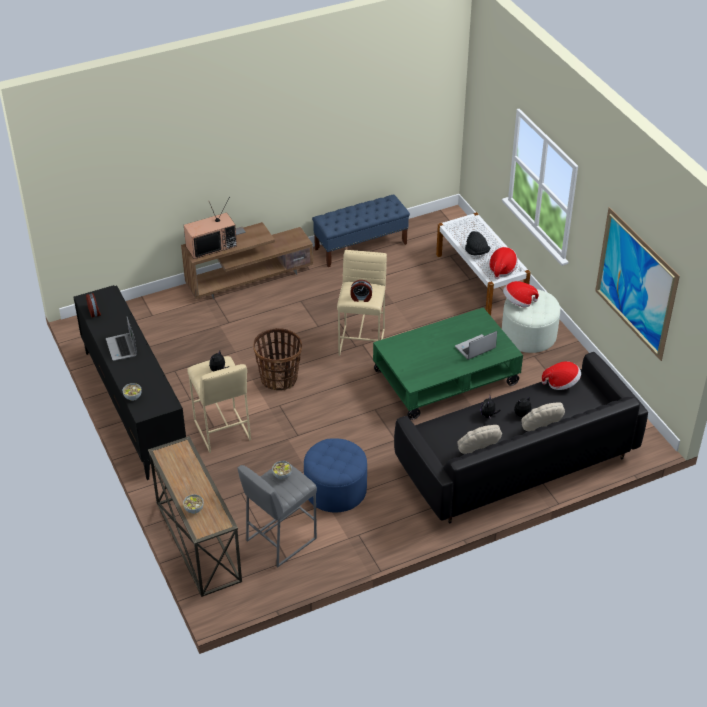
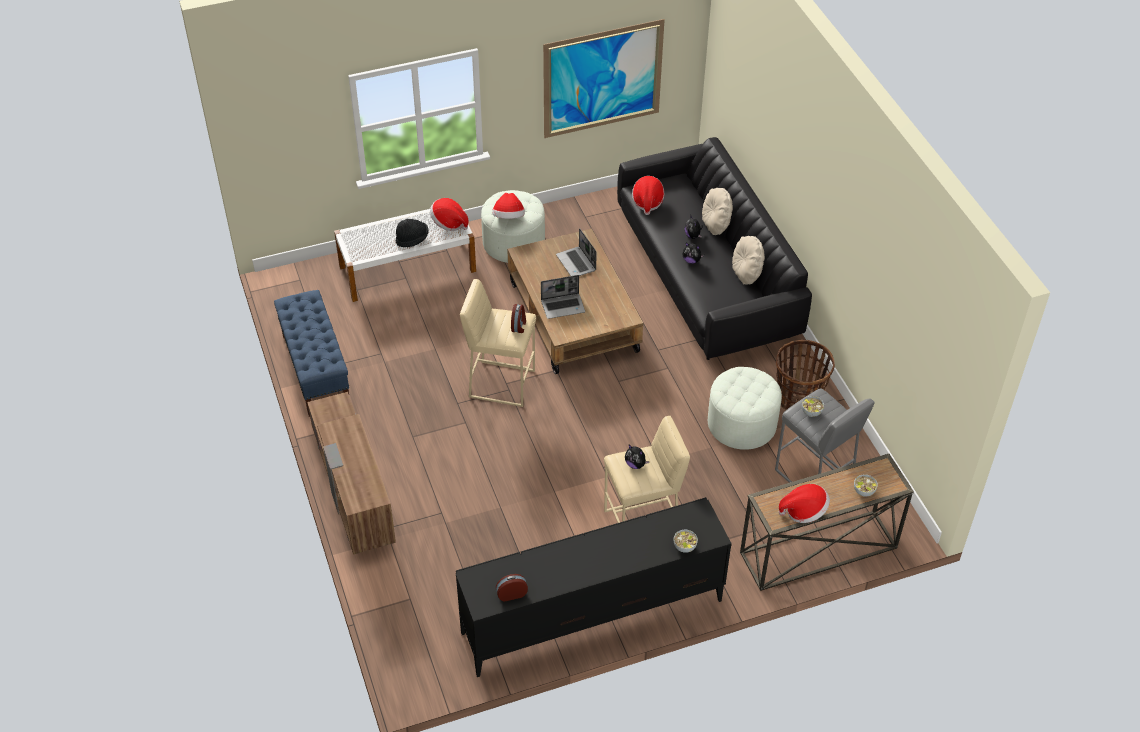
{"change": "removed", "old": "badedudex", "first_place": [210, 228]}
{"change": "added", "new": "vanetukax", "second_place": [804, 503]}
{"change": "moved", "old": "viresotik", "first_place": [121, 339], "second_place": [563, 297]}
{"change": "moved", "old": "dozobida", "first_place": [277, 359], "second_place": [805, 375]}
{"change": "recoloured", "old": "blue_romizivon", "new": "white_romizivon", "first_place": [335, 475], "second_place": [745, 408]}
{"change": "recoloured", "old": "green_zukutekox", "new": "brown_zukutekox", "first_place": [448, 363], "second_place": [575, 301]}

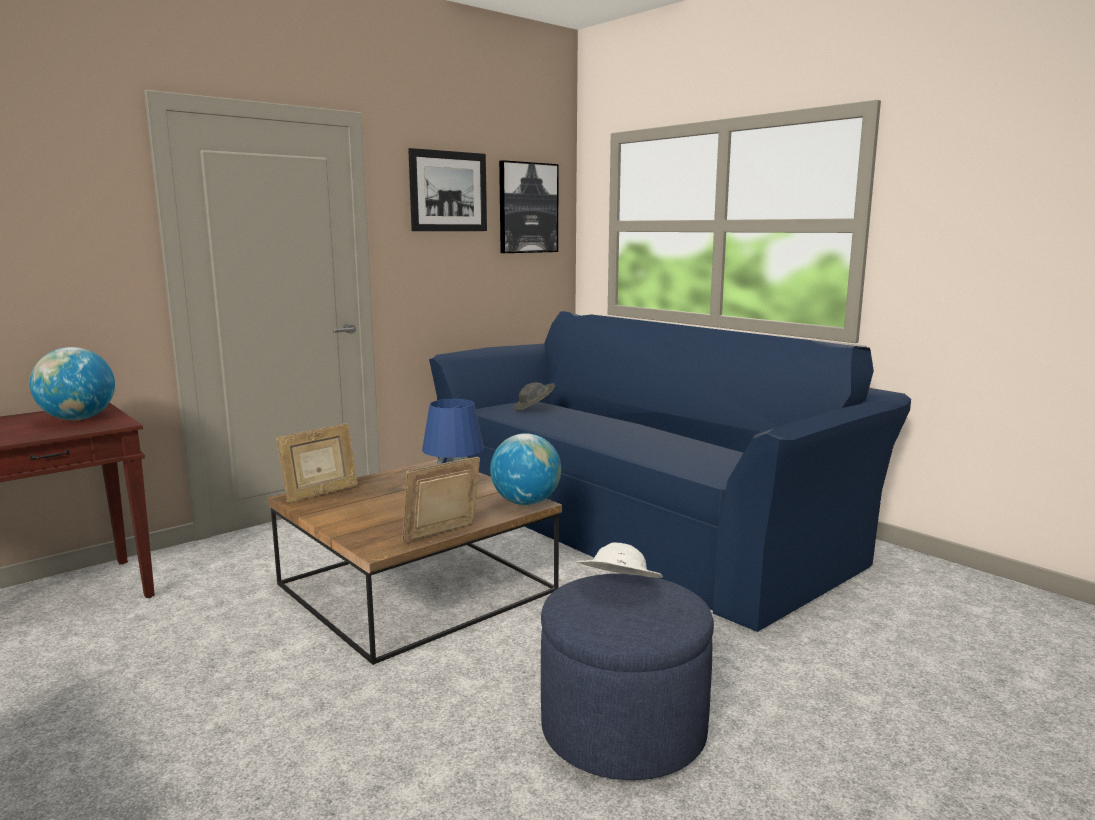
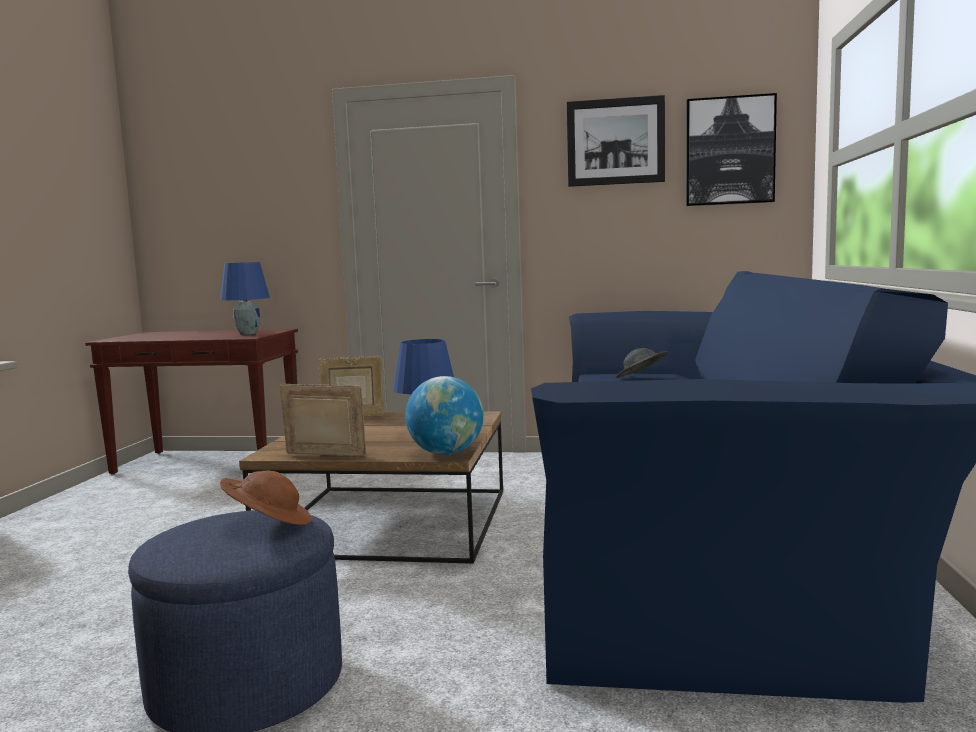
{"change": "replaced", "old": "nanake", "new": "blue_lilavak", "first_place": [72, 383], "second_place": [245, 298]}
{"change": "recoloured", "old": "white_vanetukax", "new": "brown_vanetukax", "first_place": [619, 560], "second_place": [266, 497]}

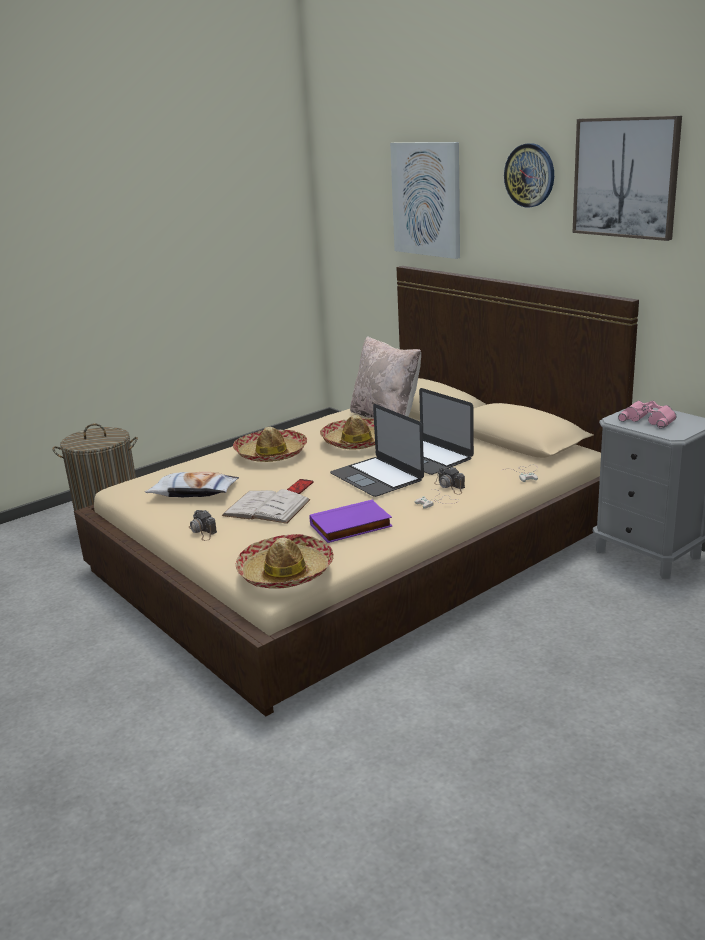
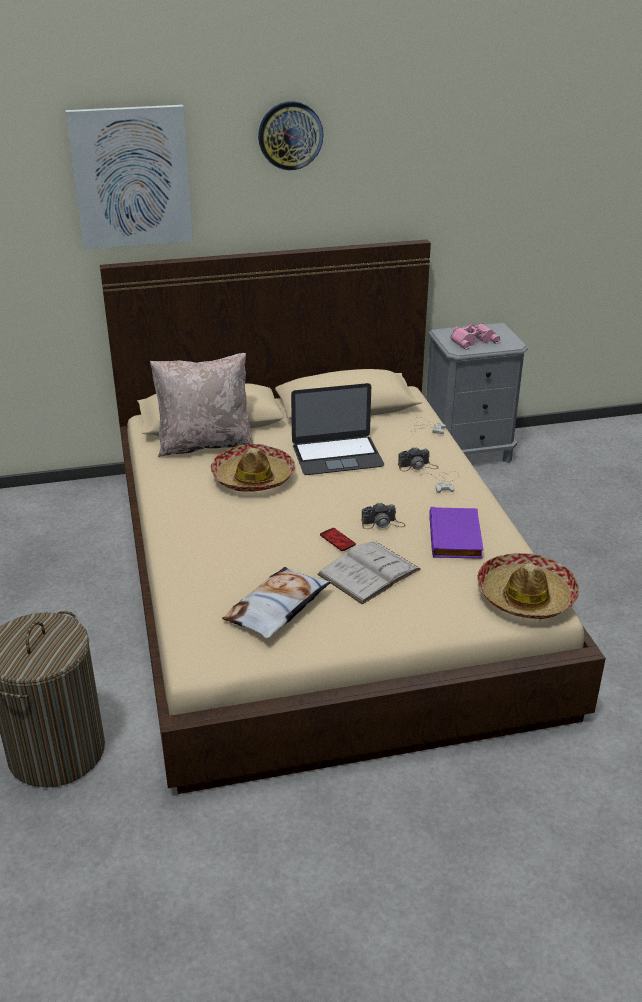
{"change": "removed", "old": "vanetukax", "first_place": [270, 444]}
{"change": "removed", "old": "viresotik", "first_place": [377, 450]}
{"change": "removed", "old": "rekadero", "first_place": [627, 178]}
{"change": "moved", "old": "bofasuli", "first_place": [203, 525], "second_place": [384, 516]}

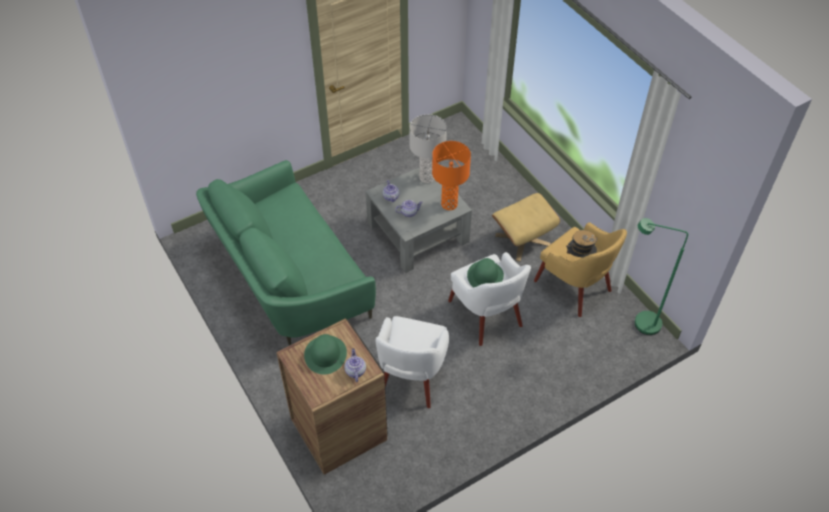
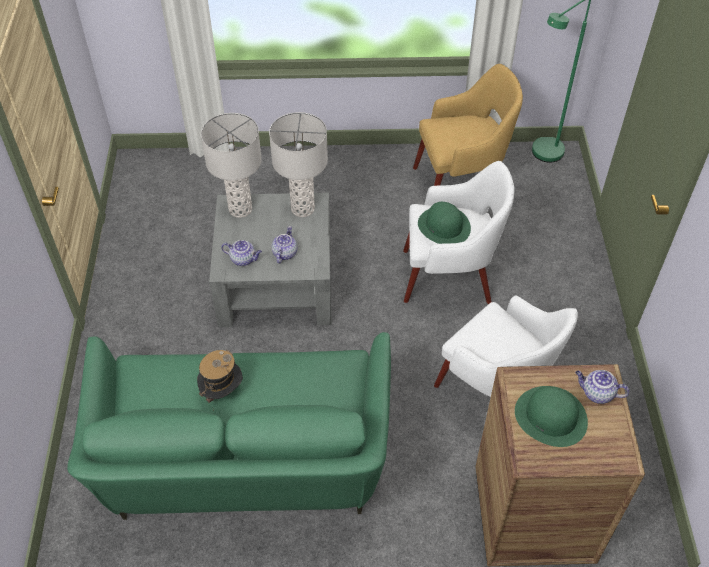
{"change": "removed", "old": "beige_romizivon", "first_place": [526, 227]}
{"change": "moved", "old": "vanetukax", "first_place": [581, 245], "second_place": [220, 380]}
{"change": "recoloured", "old": "orange_lilavak", "new": "white_lilavak", "first_place": [451, 175], "second_place": [298, 164]}

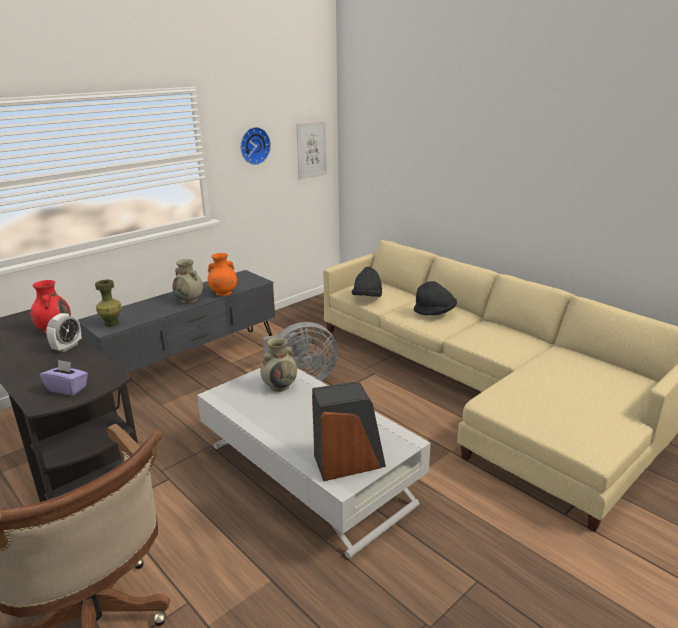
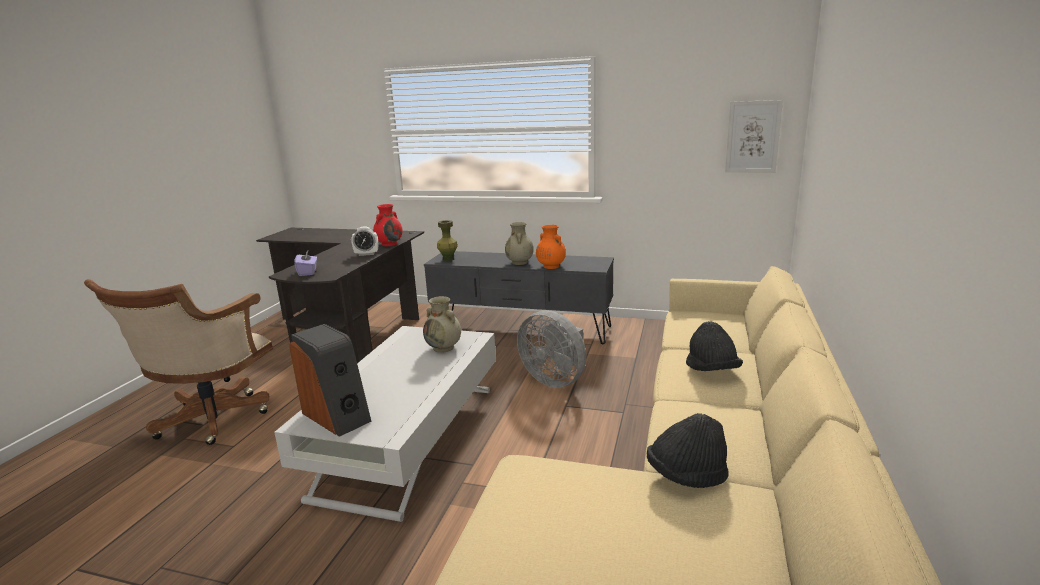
{"change": "removed", "old": "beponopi", "first_place": [255, 146]}
{"change": "moved", "old": "black_vanetukax", "first_place": [367, 282], "second_place": [688, 450]}

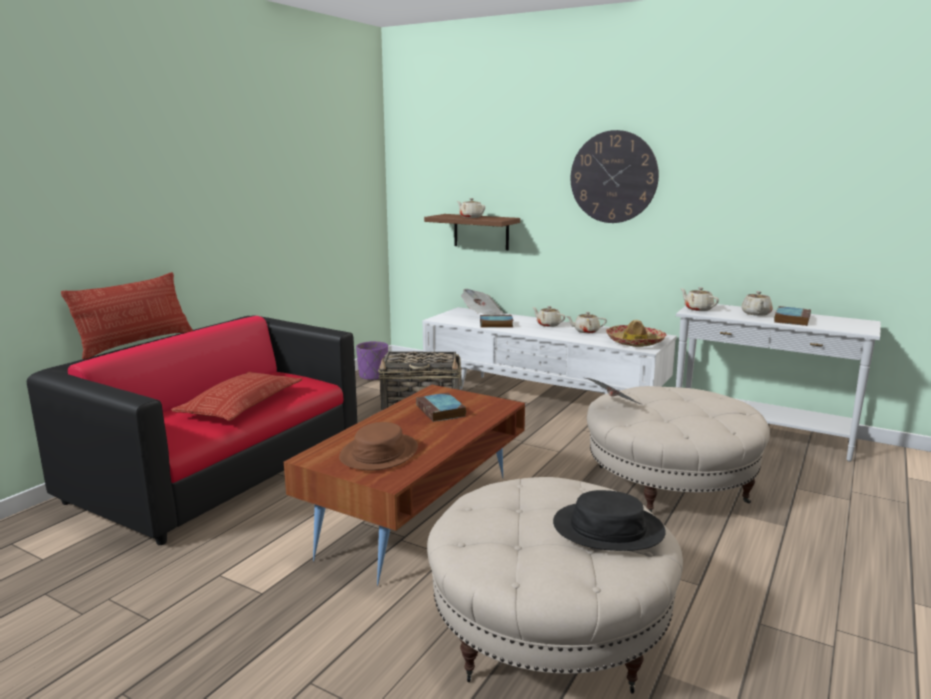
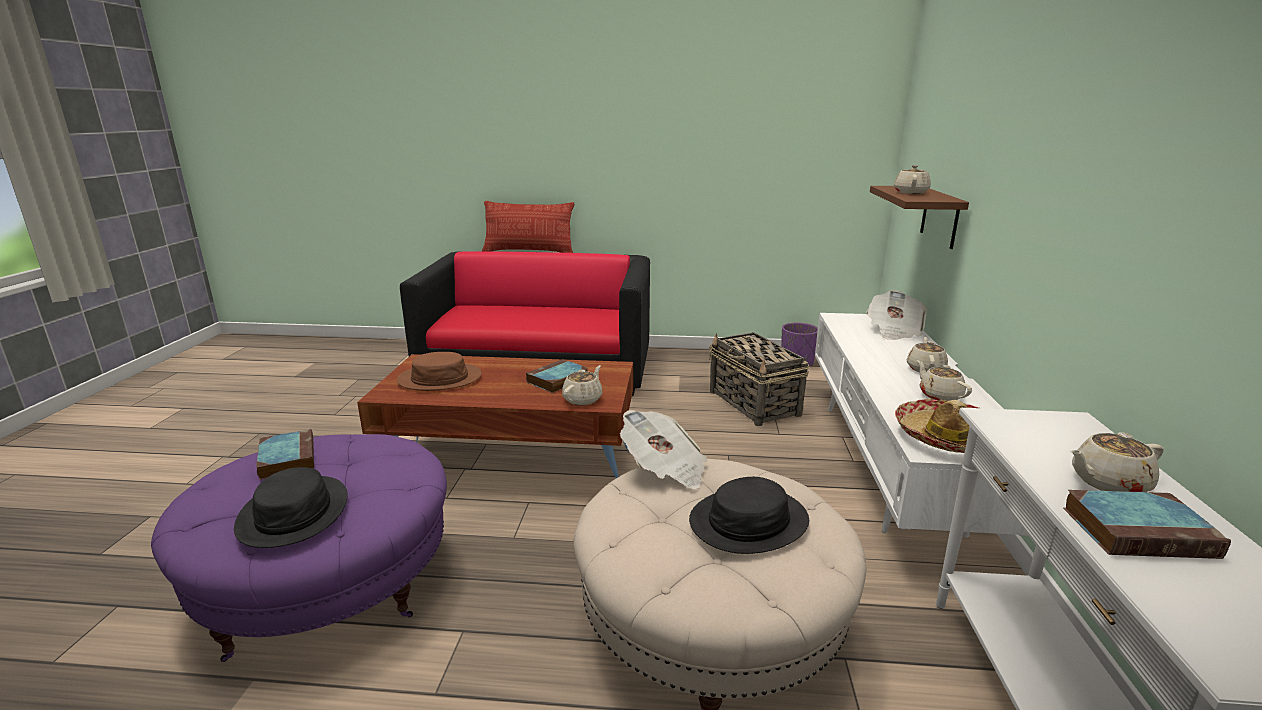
{"change": "removed", "old": "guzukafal", "first_place": [236, 396]}
{"change": "removed", "old": "beponopi", "first_place": [615, 176]}
{"change": "added", "new": "black_vanetukax", "second_place": [749, 515]}
{"change": "moved", "old": "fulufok", "first_place": [497, 321], "second_place": [285, 454]}
{"change": "moved", "old": "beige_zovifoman", "first_place": [699, 299], "second_place": [582, 385]}
{"change": "recoloured", "old": "beige_romizivon", "new": "purple_romizivon", "first_place": [555, 585], "second_place": [299, 548]}

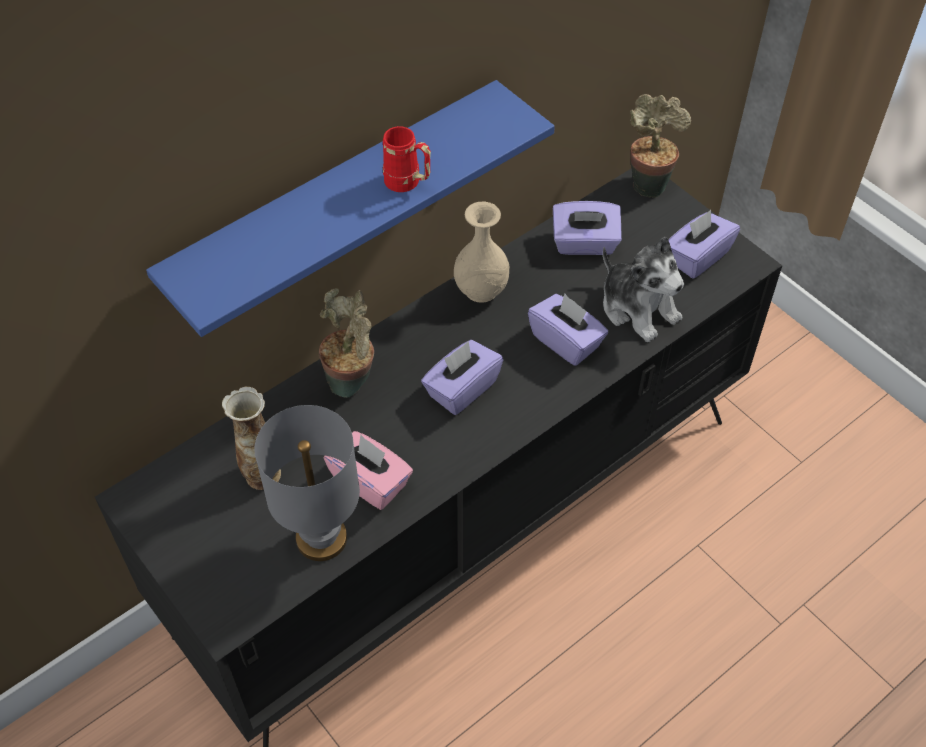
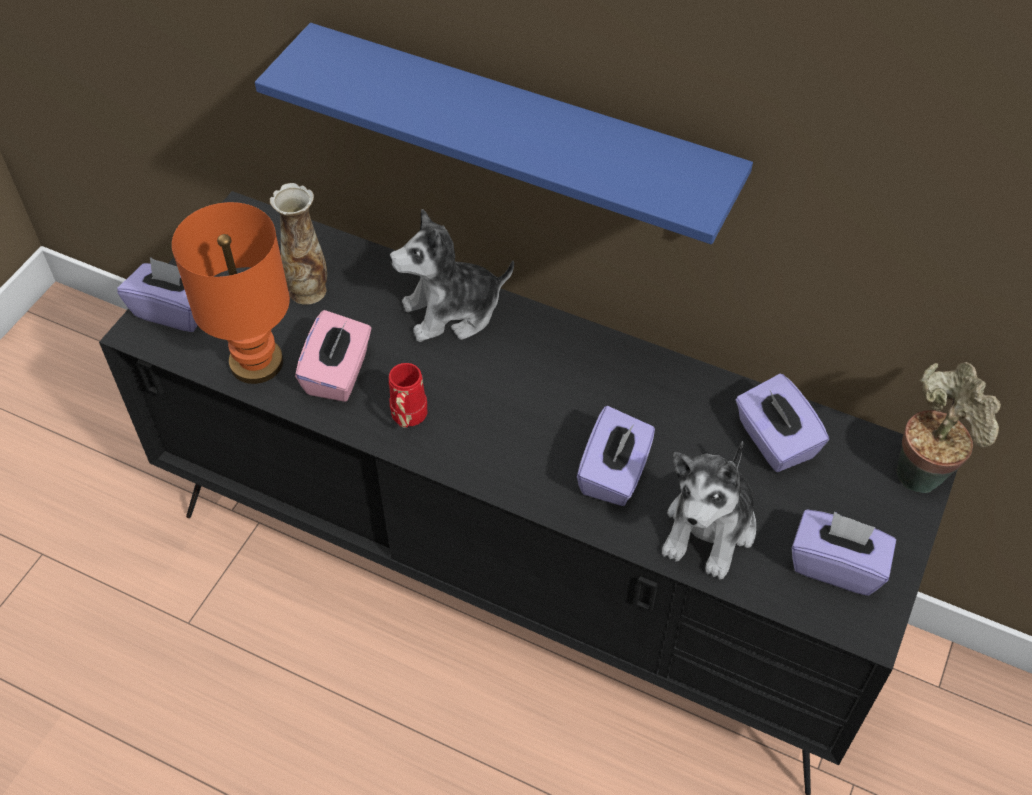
{"change": "removed", "old": "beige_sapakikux", "first_place": [482, 252]}
{"change": "moved", "old": "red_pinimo", "first_place": [407, 159], "second_place": [408, 395]}
{"change": "moved", "old": "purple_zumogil", "first_place": [462, 377], "second_place": [157, 294]}
{"change": "replaced", "old": "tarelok", "new": "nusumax", "first_place": [346, 343], "second_place": [452, 275]}
{"change": "recoloured", "old": "grey_lilavak", "new": "orange_lilavak", "first_place": [307, 483], "second_place": [231, 293]}

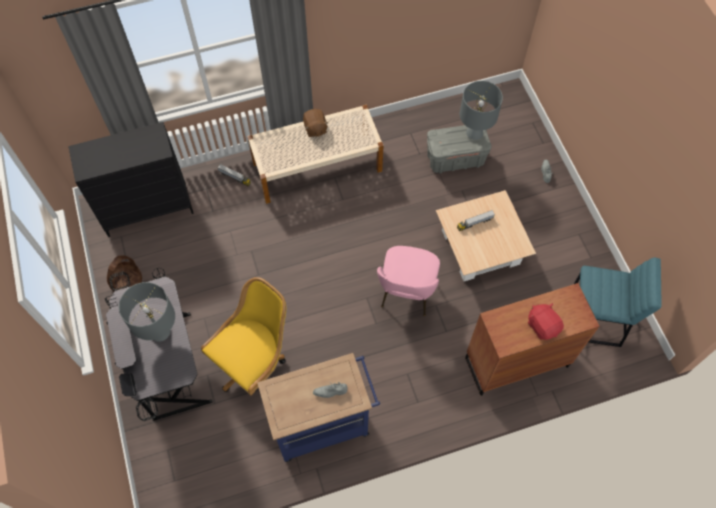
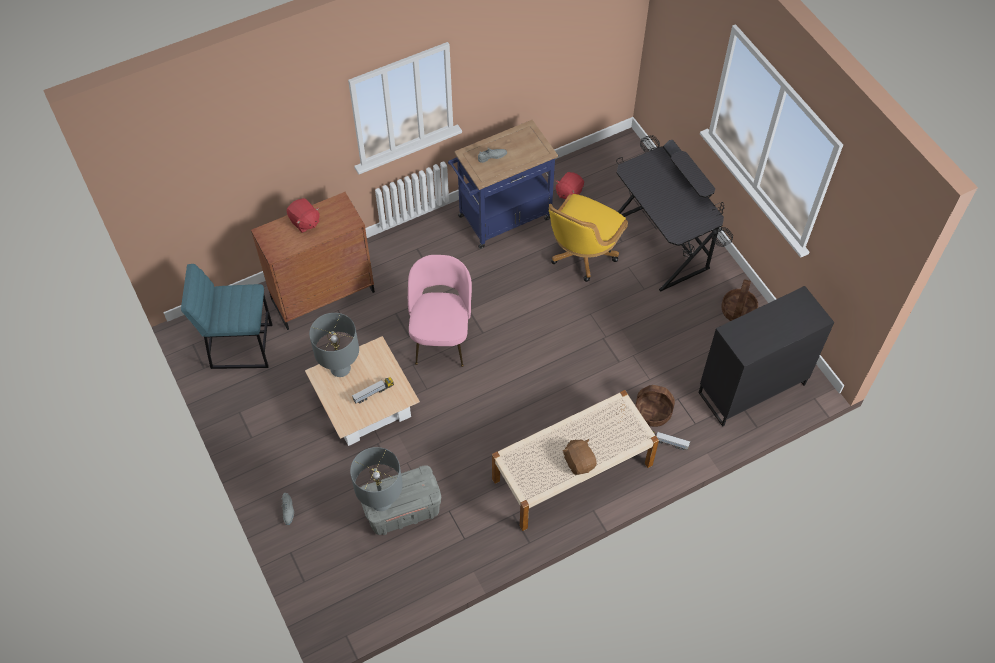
{"change": "added", "new": "red_nusumax", "second_place": [569, 185]}
{"change": "added", "new": "dozobida", "second_place": [655, 406]}
{"change": "moved", "old": "grey_lilavak", "first_place": [147, 312], "second_place": [334, 345]}

